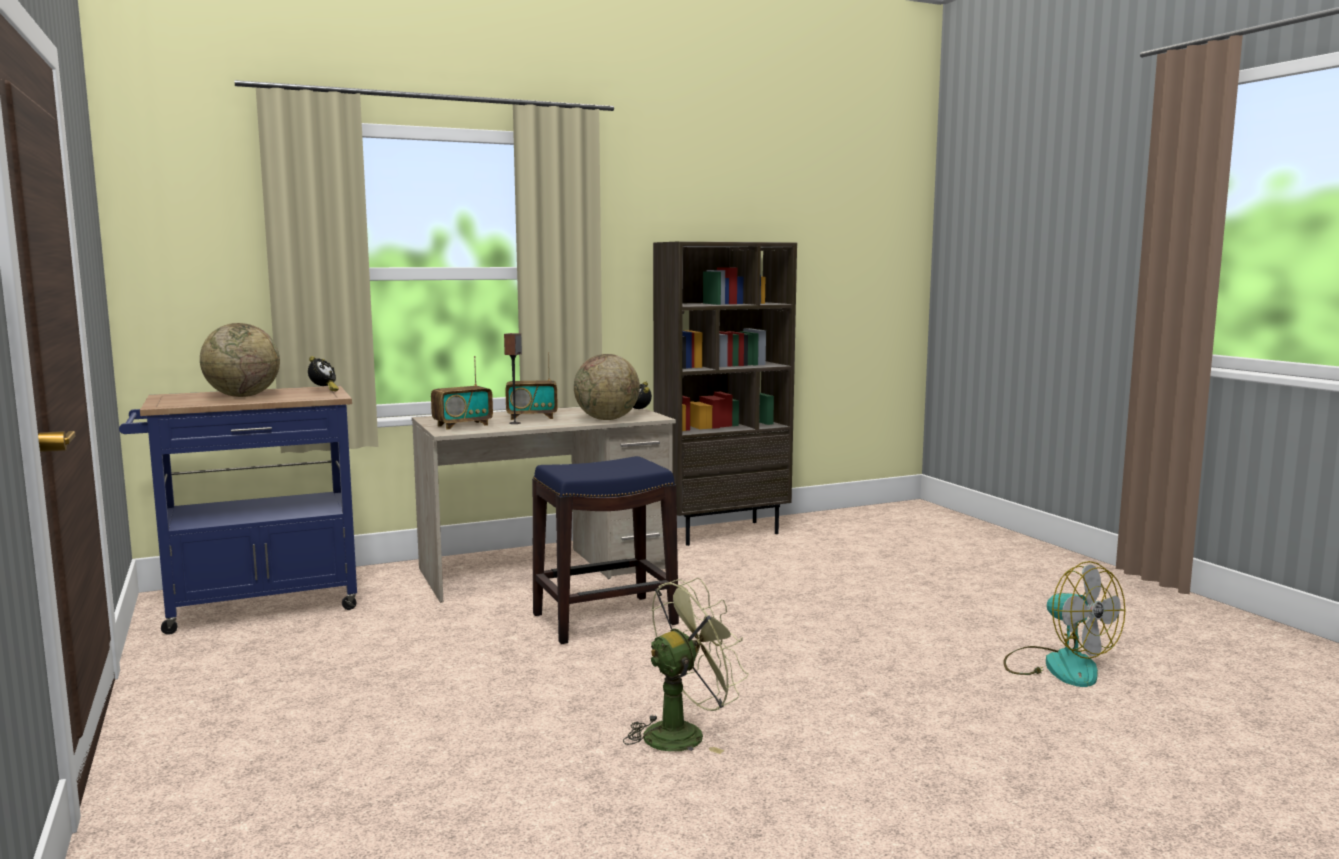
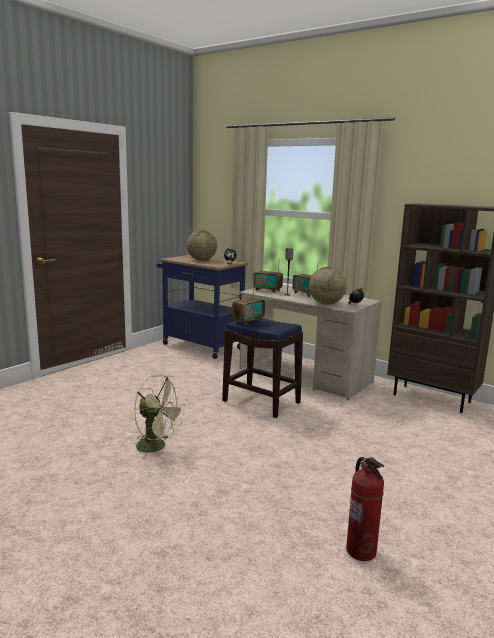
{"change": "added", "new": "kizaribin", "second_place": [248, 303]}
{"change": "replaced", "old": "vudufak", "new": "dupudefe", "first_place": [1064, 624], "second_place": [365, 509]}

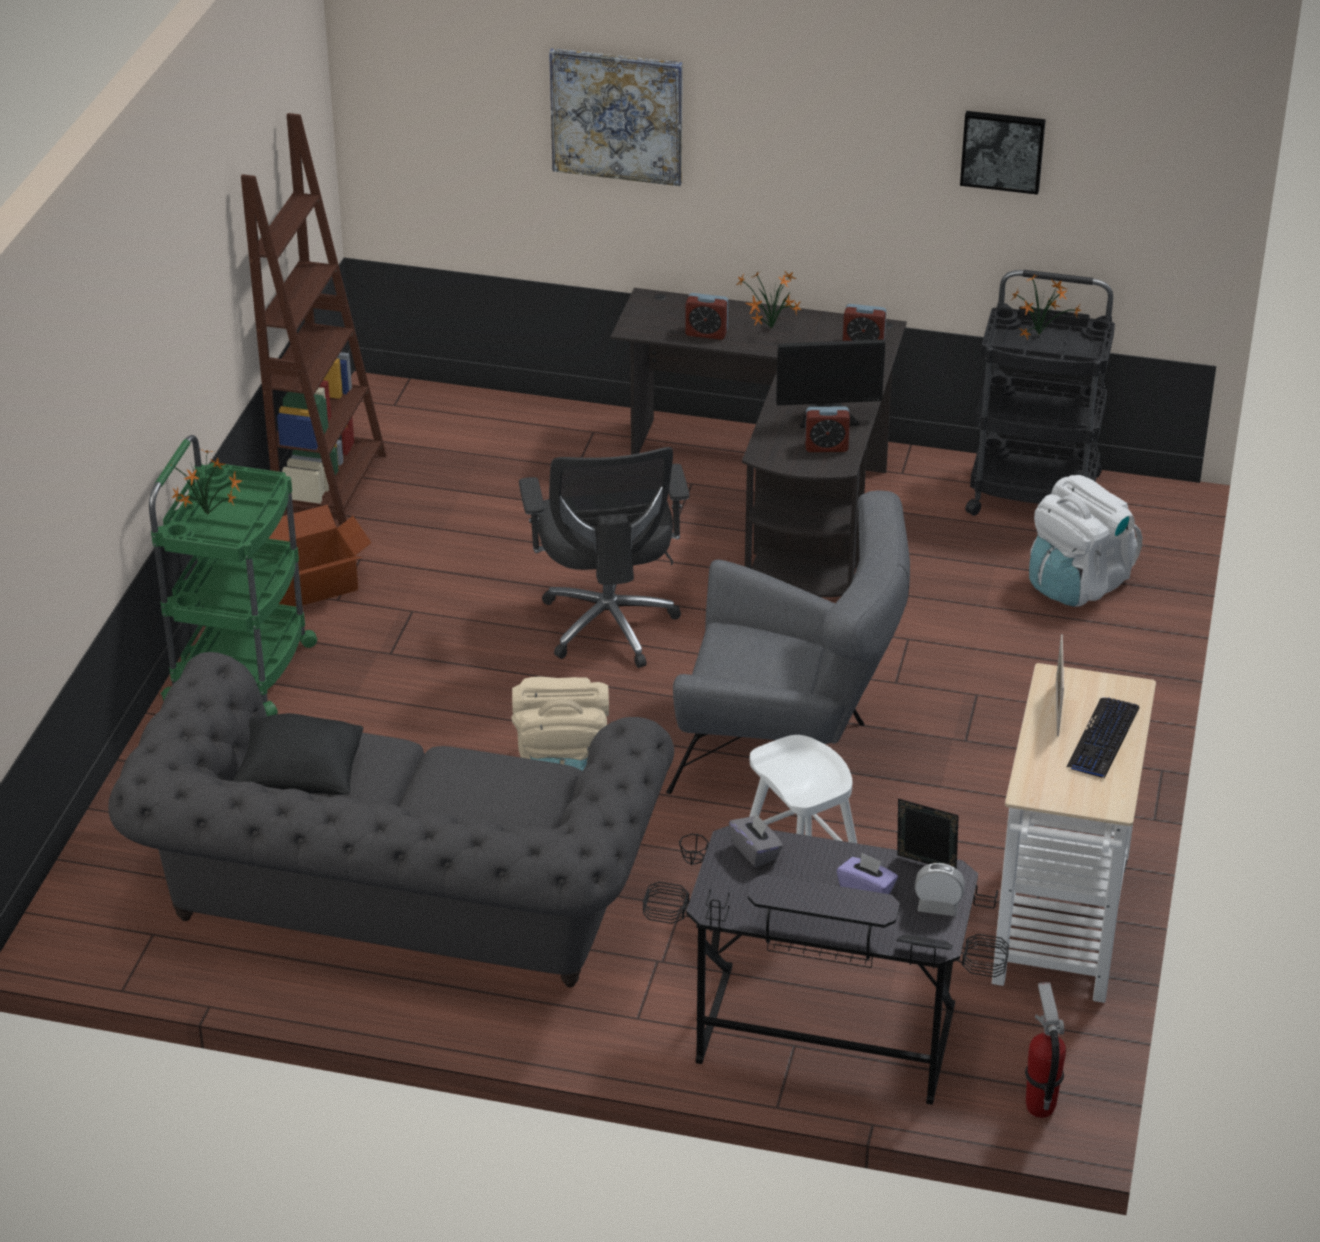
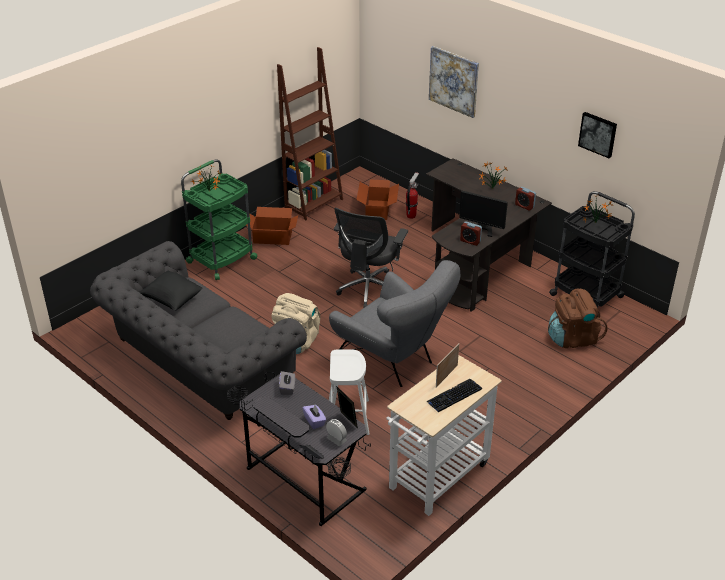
{"change": "removed", "old": "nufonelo", "first_place": [706, 316]}
{"change": "added", "new": "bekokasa", "second_place": [377, 199]}
{"change": "moved", "old": "dupudefe", "first_place": [1045, 1050], "second_place": [412, 195]}
{"change": "recoloured", "old": "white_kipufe", "new": "brown_kipufe", "first_place": [1086, 541], "second_place": [578, 318]}

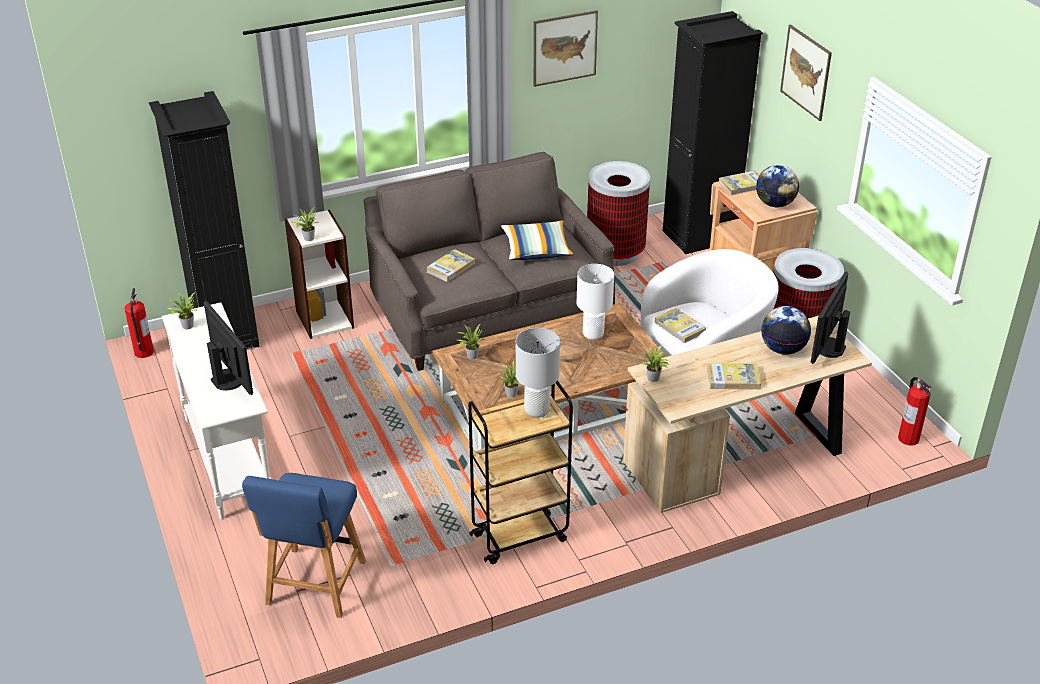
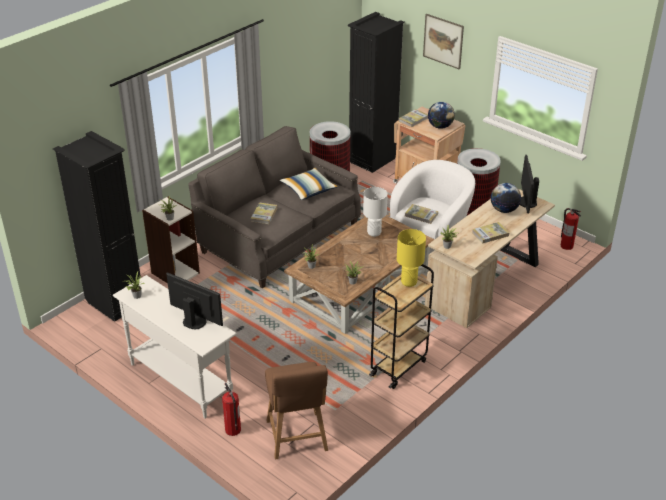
{"change": "removed", "old": "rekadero", "first_place": [565, 48]}
{"change": "moved", "old": "dupudefe", "first_place": [139, 323], "second_place": [231, 409]}
{"change": "recoloured", "old": "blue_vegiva", "new": "brown_vegiva", "first_place": [304, 545], "second_place": [296, 411]}
{"change": "recoloured", "old": "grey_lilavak", "new": "yellow_lilavak", "first_place": [538, 373], "second_place": [411, 258]}

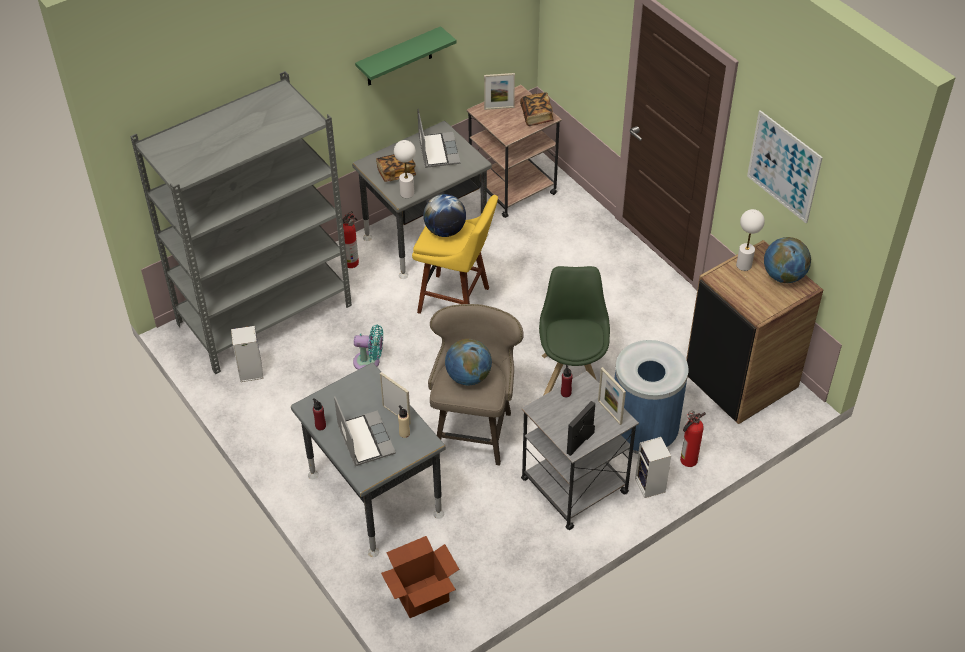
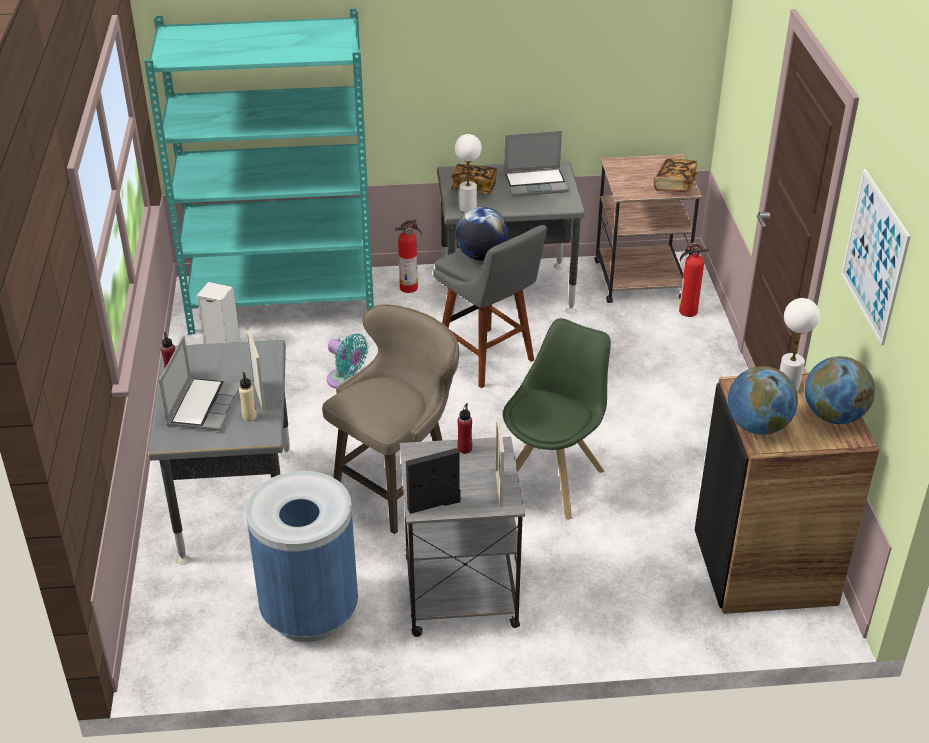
{"change": "removed", "old": "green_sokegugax", "first_place": [406, 55]}
{"change": "removed", "old": "bekokasa", "first_place": [420, 577]}
{"change": "removed", "old": "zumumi", "first_place": [499, 91]}
{"change": "removed", "old": "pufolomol", "first_place": [653, 467]}
{"change": "moved", "old": "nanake", "first_place": [468, 362], "second_place": [763, 400]}
{"change": "moved", "old": "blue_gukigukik", "first_place": [651, 397], "second_place": [302, 556]}
{"change": "moved", "old": "dupudefe", "first_place": [693, 438], "second_place": [694, 279]}
{"change": "recoloured", "old": "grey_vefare", "new": "turquoise_vefare", "first_place": [241, 223], "second_place": [259, 171]}
{"change": "recoloured", "old": "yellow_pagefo", "new": "grey_pagefo", "first_place": [455, 254], "second_place": [490, 306]}
{"change": "turned", "old": "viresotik", "first_place": [438, 138], "second_place": [536, 164], "degrees": 60}

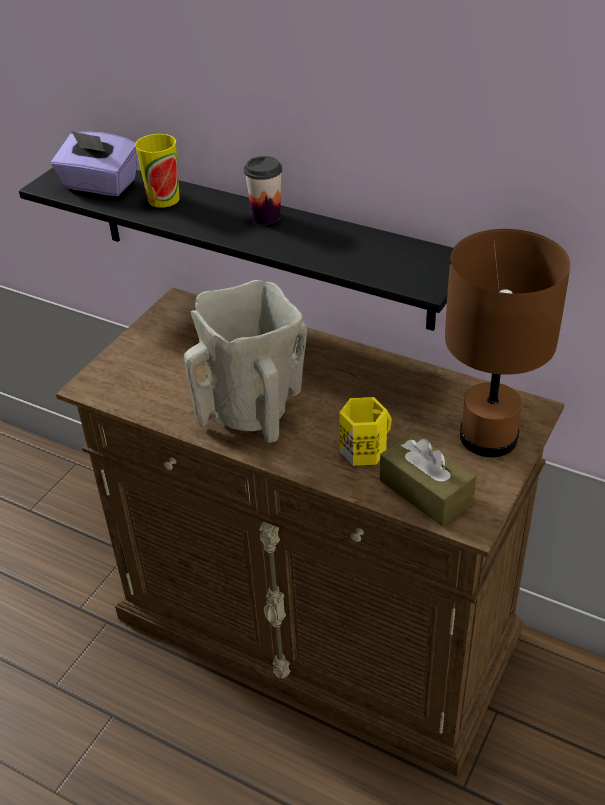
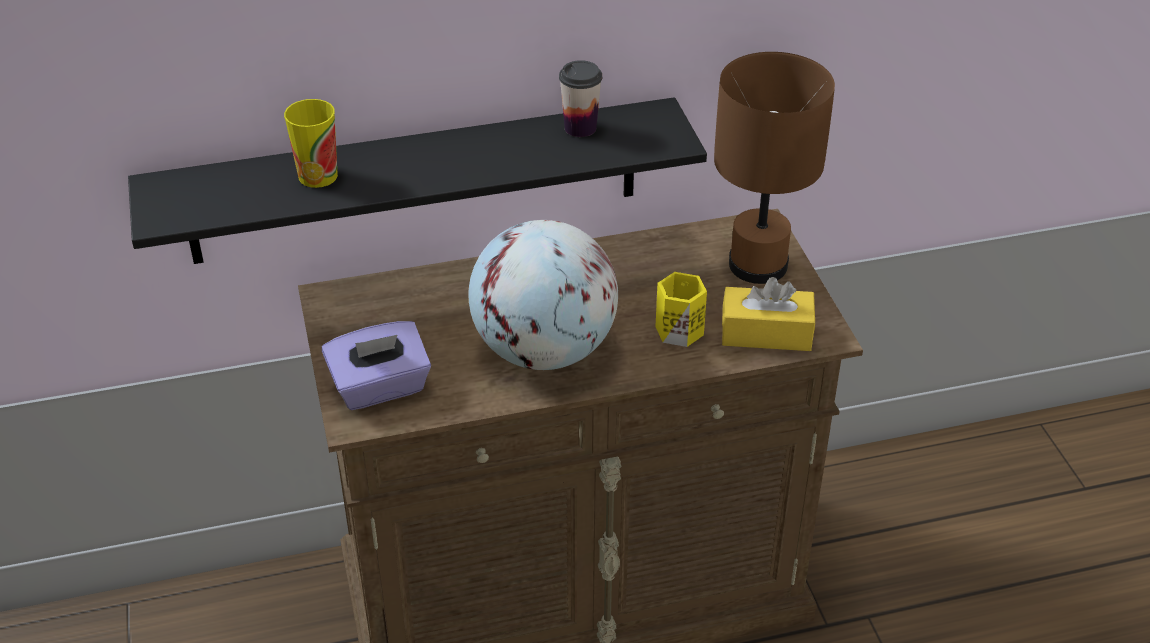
{"change": "moved", "old": "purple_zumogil", "first_place": [94, 163], "second_place": [376, 365]}
{"change": "moved", "old": "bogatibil", "first_place": [263, 190], "second_place": [580, 98]}
{"change": "replaced", "old": "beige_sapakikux", "new": "nanake", "first_place": [245, 361], "second_place": [543, 295]}
{"change": "recoloured", "old": "brown_zumogil", "new": "yellow_zumogil", "first_place": [428, 479], "second_place": [768, 314]}

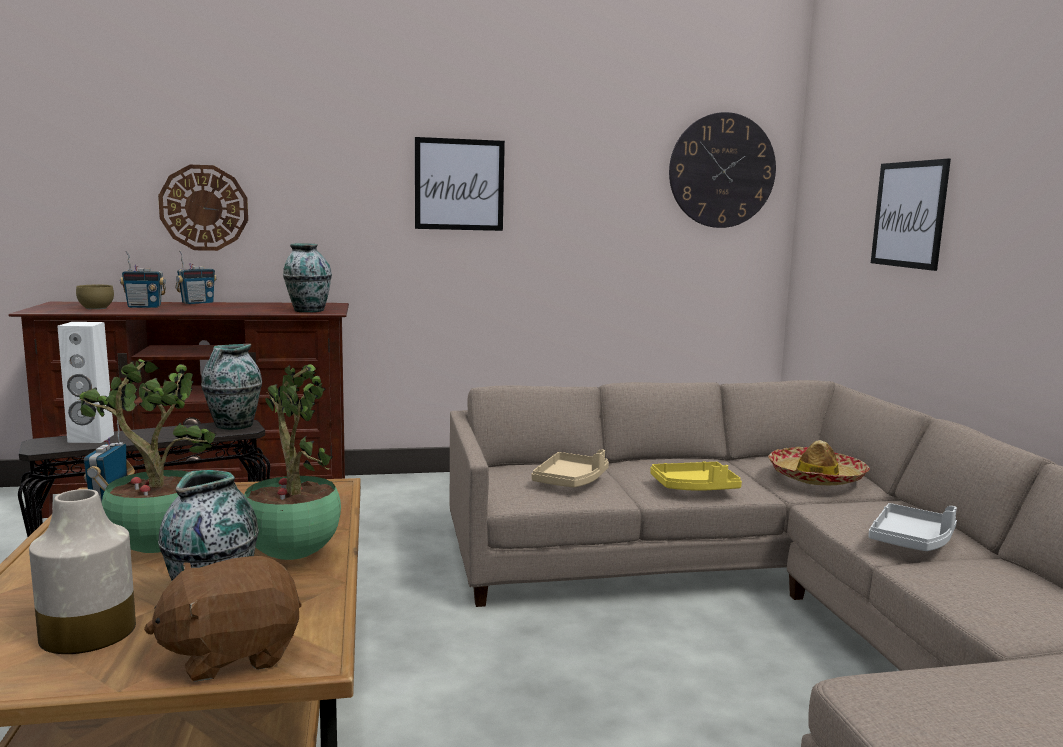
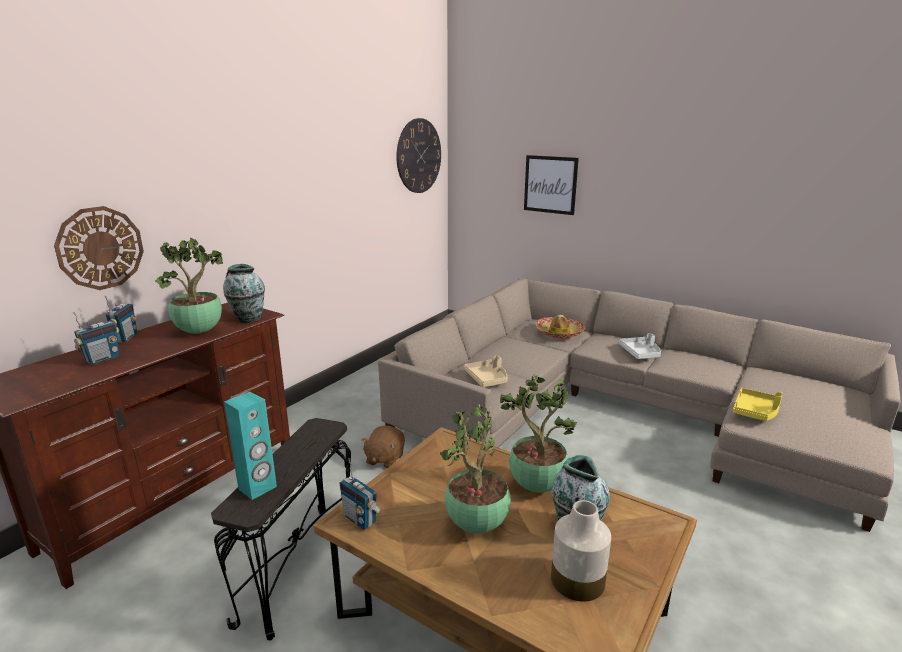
{"change": "removed", "old": "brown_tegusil", "first_place": [95, 297]}
{"change": "removed", "old": "sapakikux", "first_place": [231, 387]}
{"change": "removed", "old": "rekadero", "first_place": [460, 184]}
{"change": "added", "new": "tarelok", "second_place": [189, 286]}
{"change": "moved", "old": "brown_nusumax", "first_place": [223, 619], "second_place": [383, 447]}
{"change": "moved", "old": "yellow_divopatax", "first_place": [696, 476], "second_place": [758, 404]}
{"change": "recoloured", "old": "white_pufolomol", "new": "turquoise_pufolomol", "first_place": [85, 382], "second_place": [250, 446]}

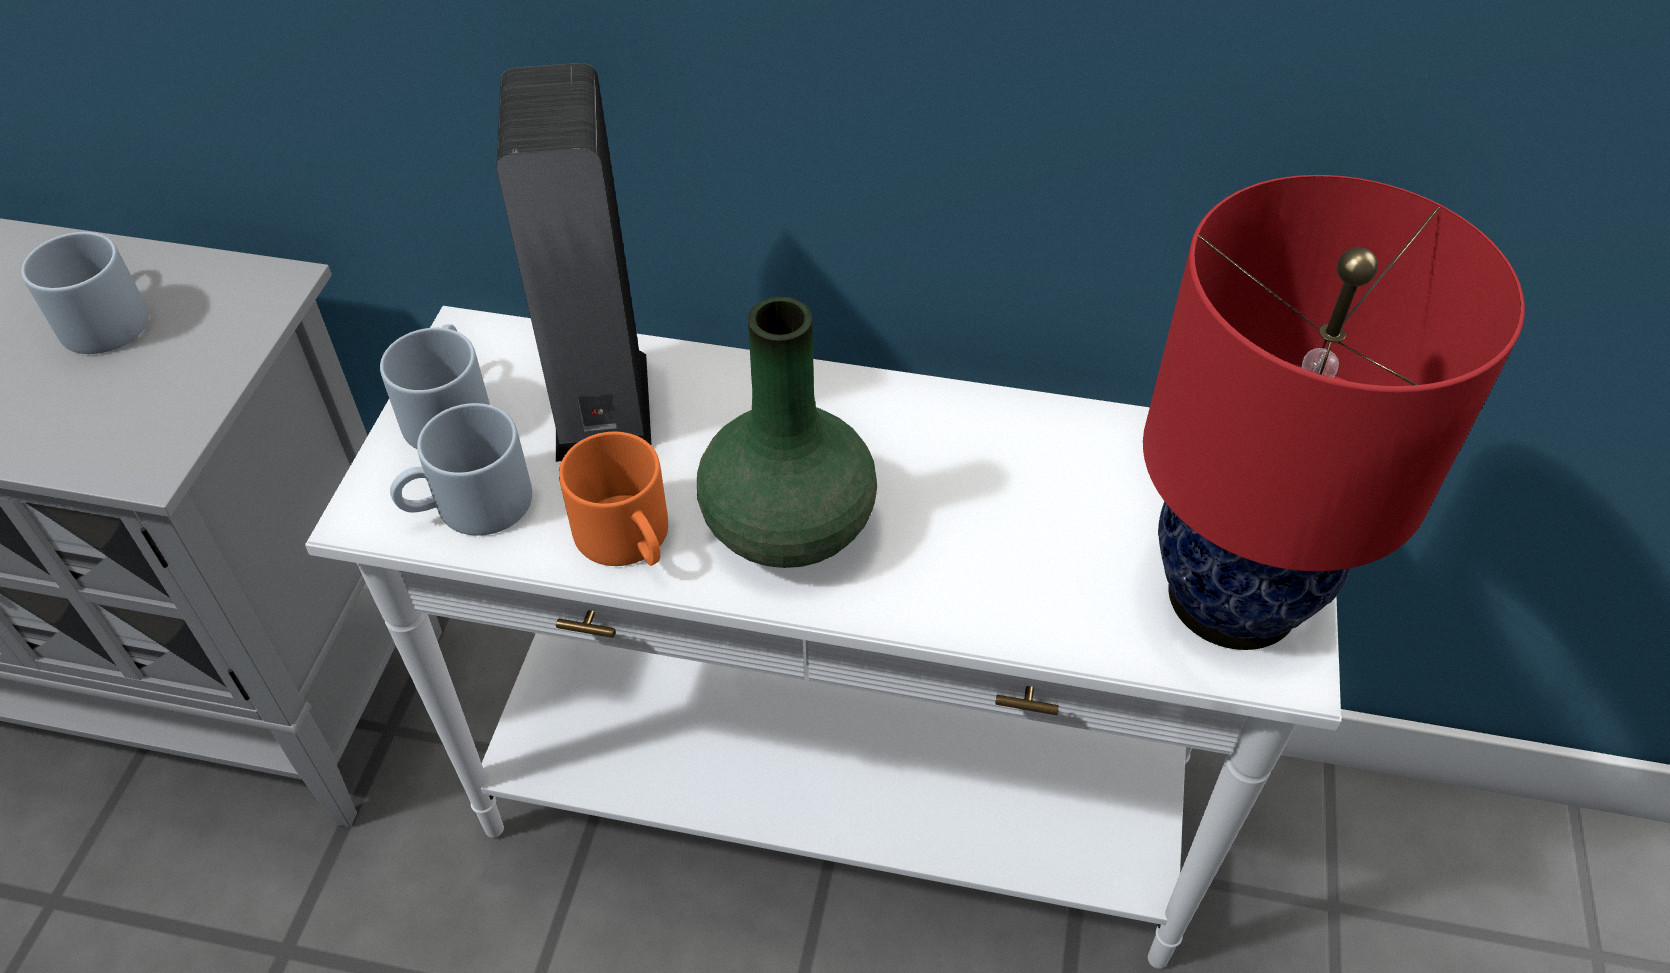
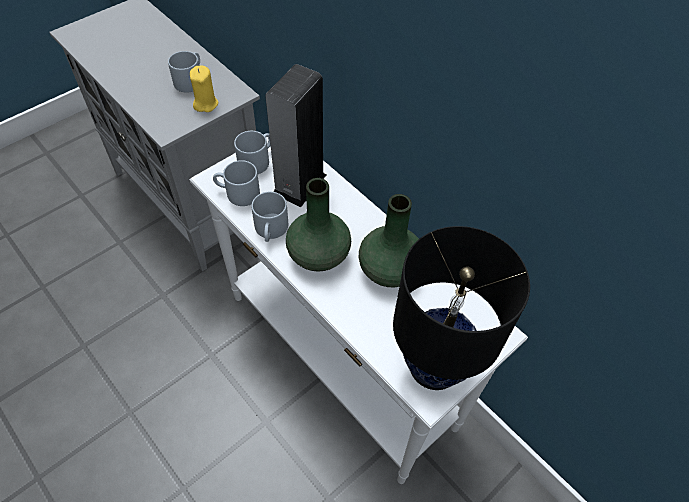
{"change": "added", "new": "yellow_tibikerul", "second_place": [204, 89]}
{"change": "added", "new": "green_sapakikux", "second_place": [389, 240]}
{"change": "recoloured", "old": "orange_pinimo", "new": "grey_pinimo", "first_place": [613, 499], "second_place": [269, 217]}
{"change": "recoloured", "old": "red_lilavak", "new": "black_lilavak", "first_place": [1334, 412], "second_place": [461, 308]}

